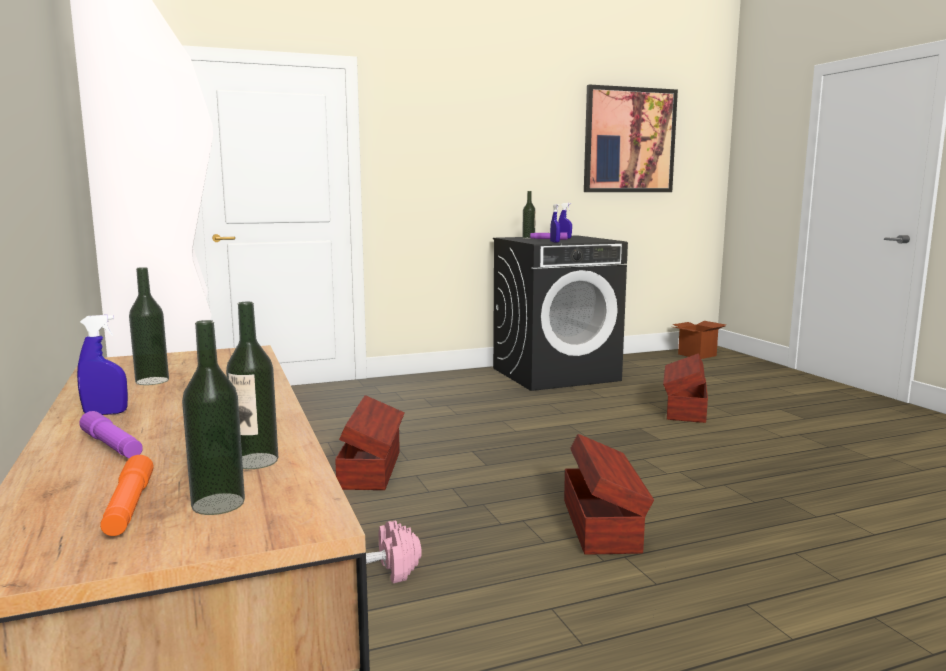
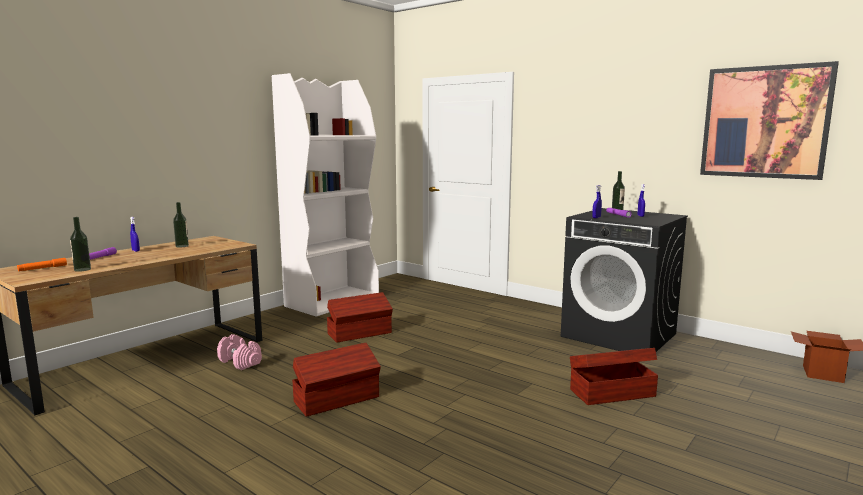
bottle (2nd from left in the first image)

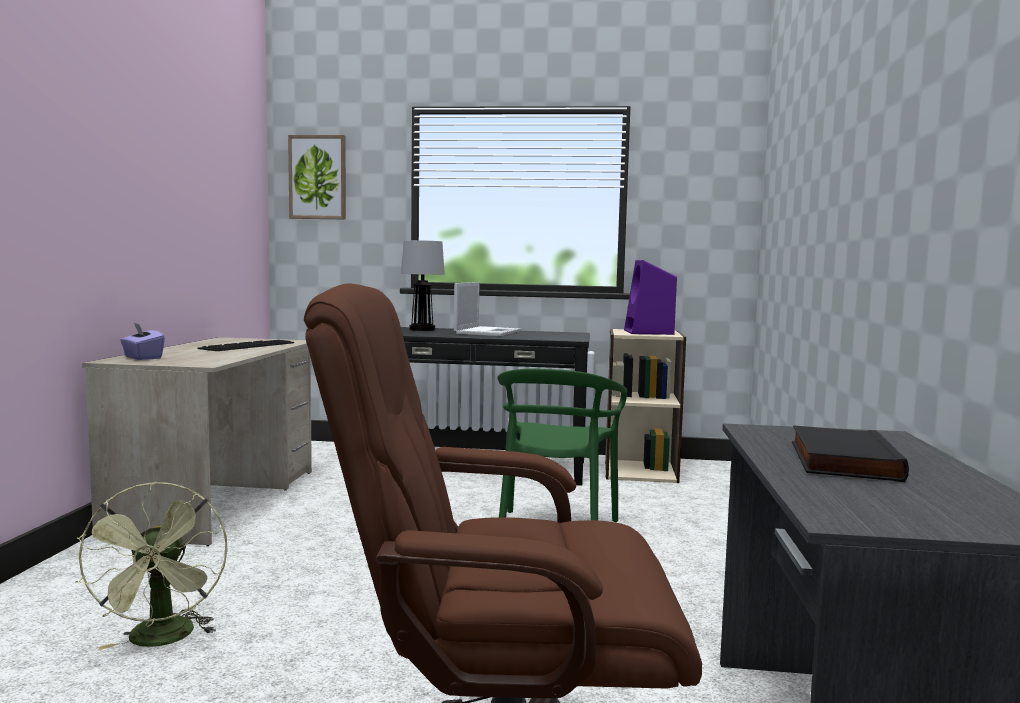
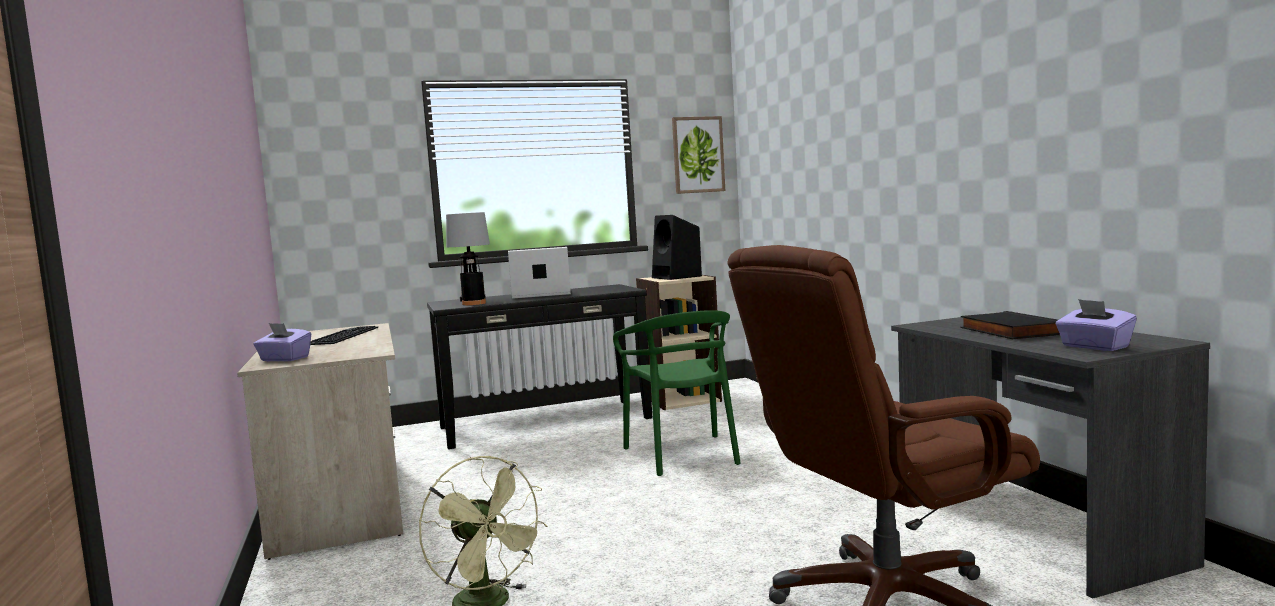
black bottle; purple tissue box (2nd from left); picture; black speaker; laptop

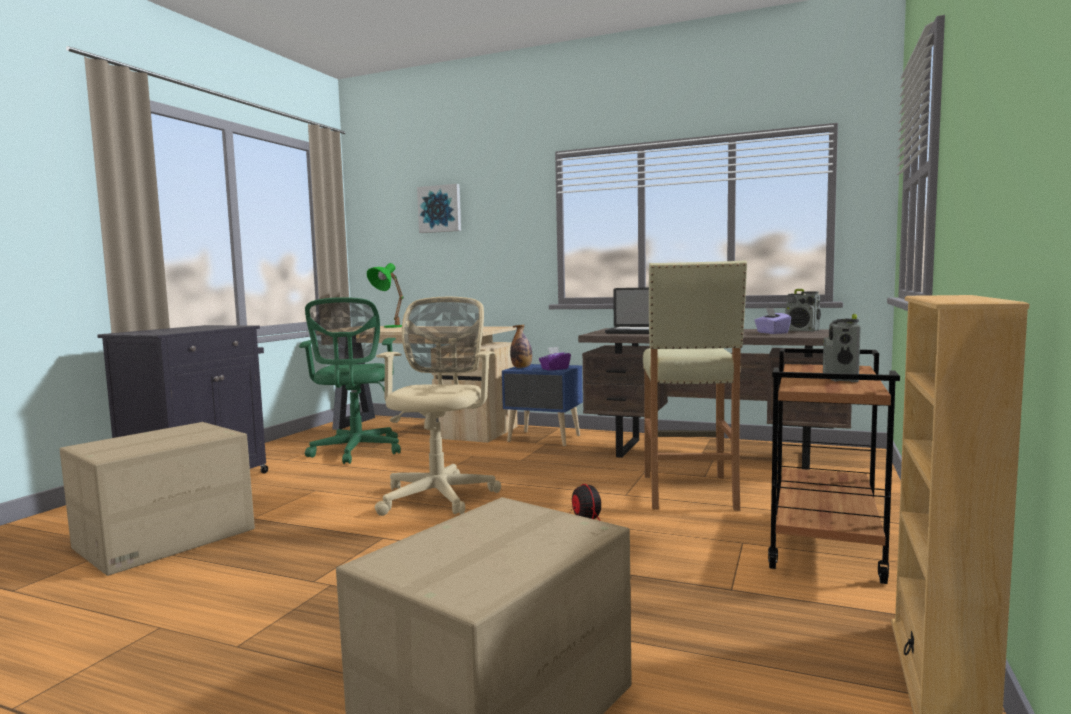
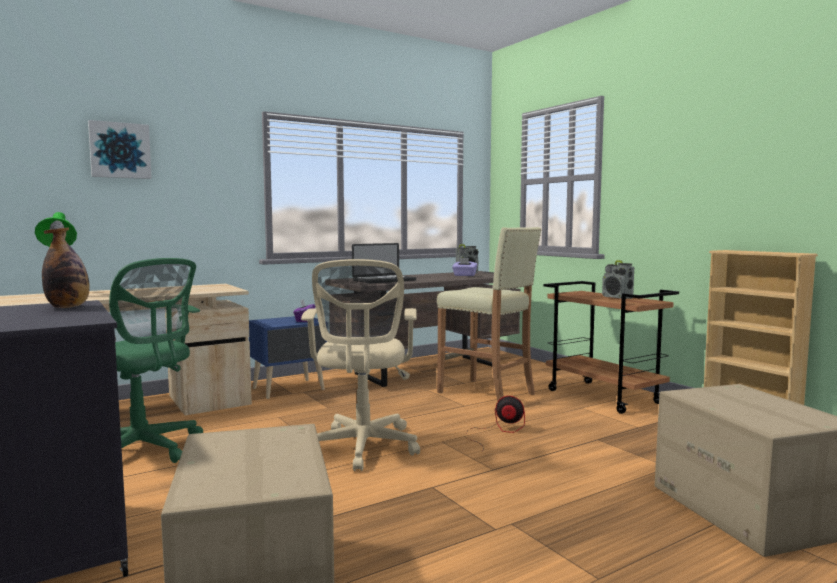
bottle; beige office chair

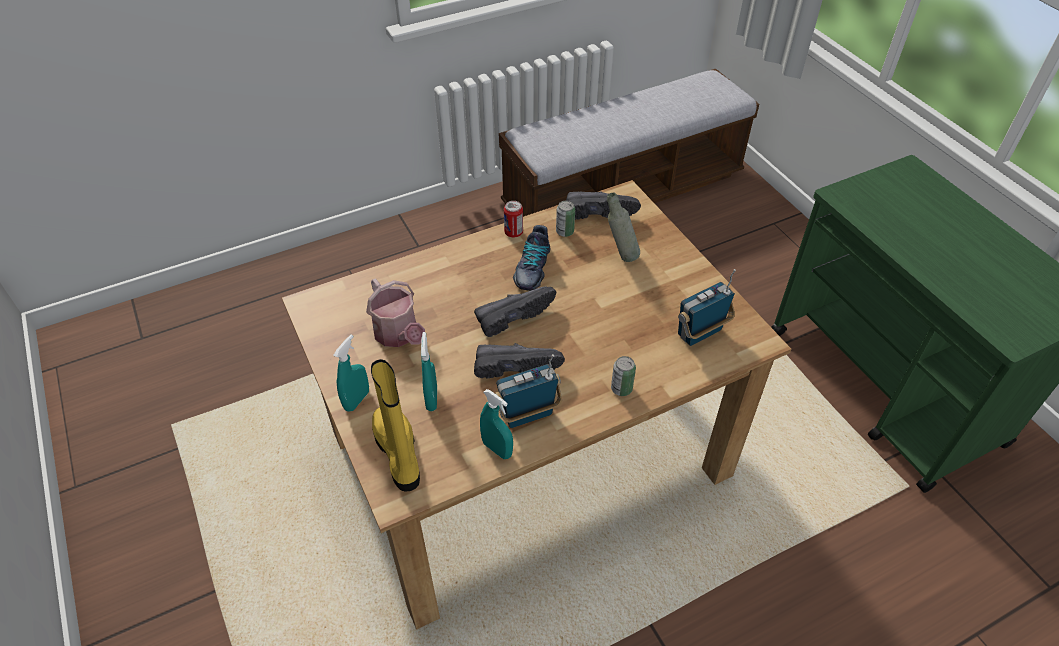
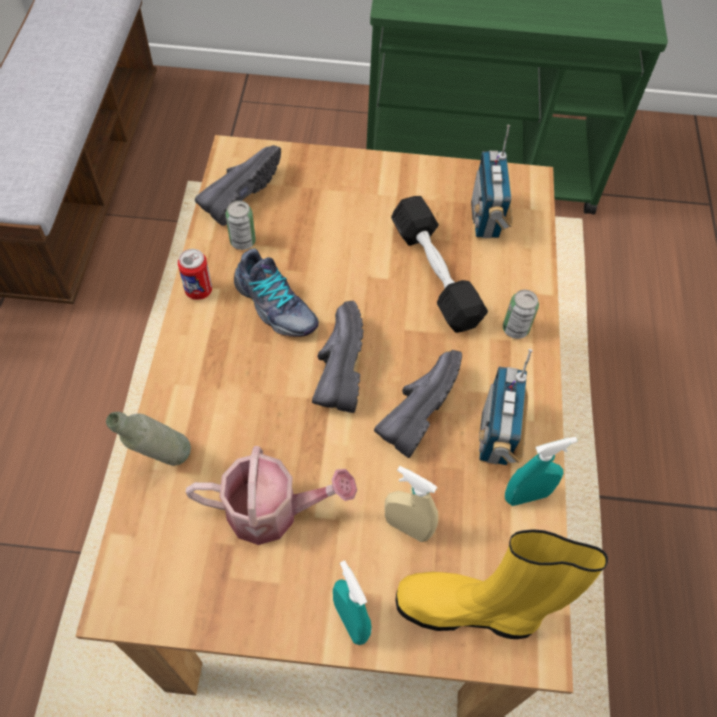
black dumbbell; grey bottle; beige spray bottle

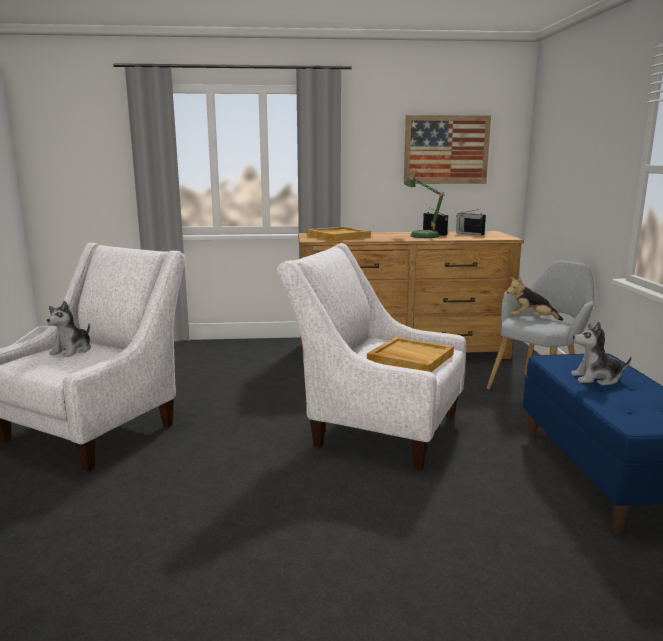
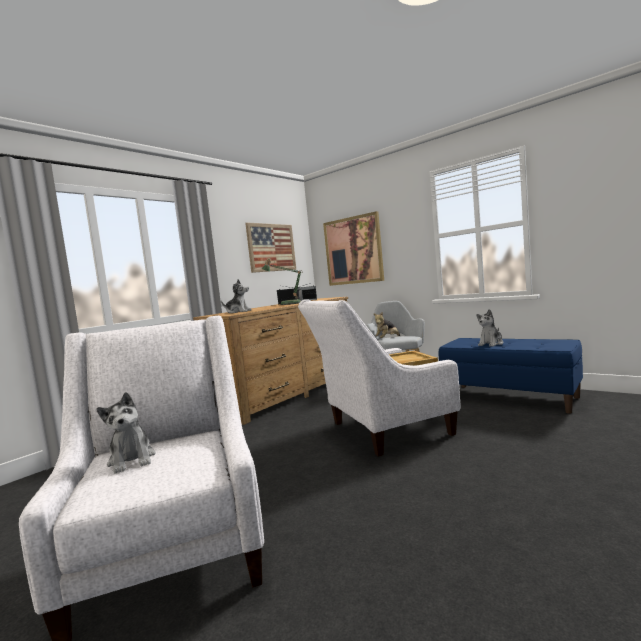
picture (2nd from left); plush toy (2nd from left)

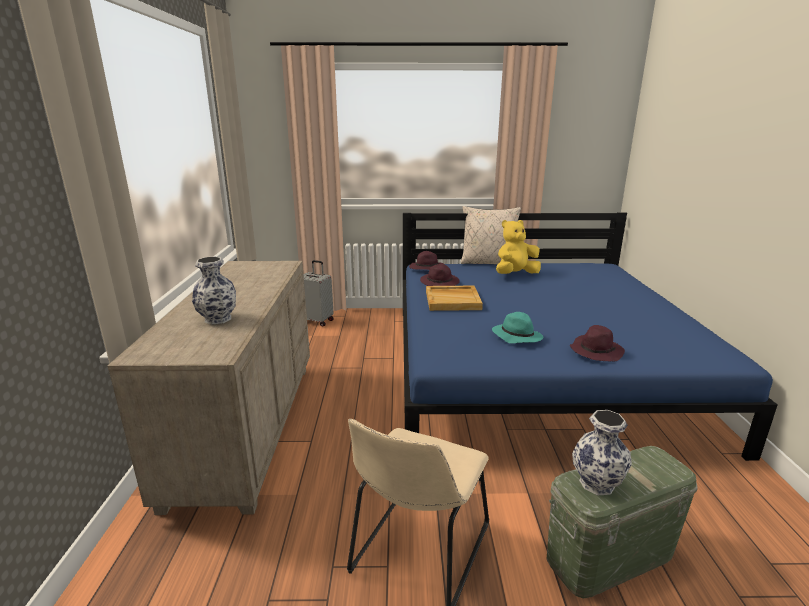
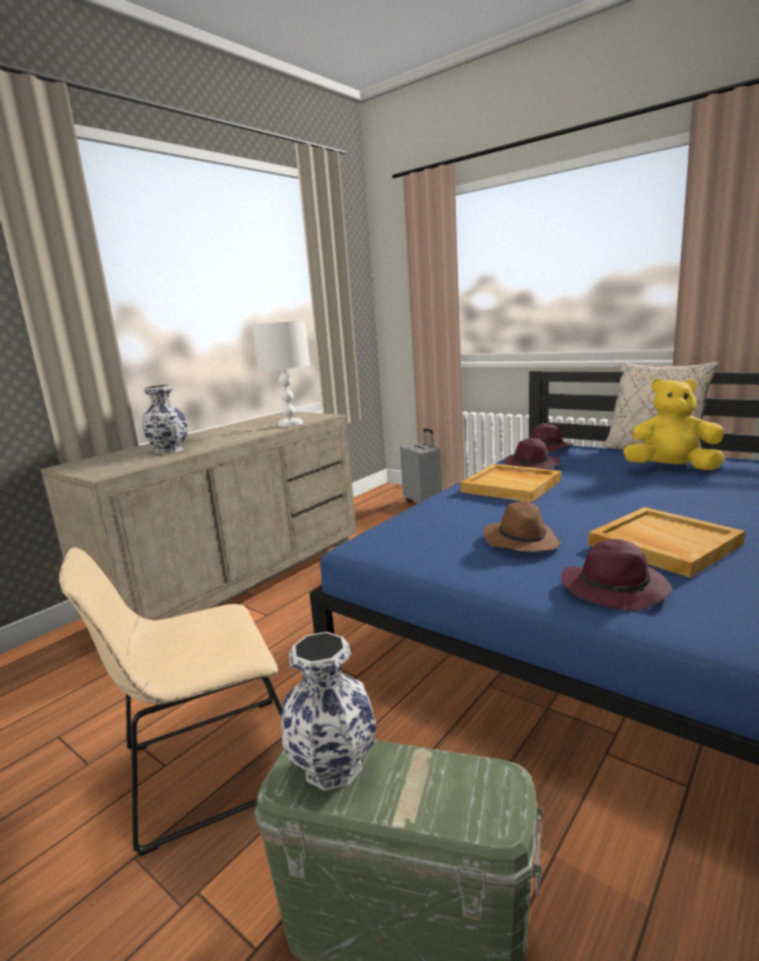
white table lamp; beige tray (2nd from left); brown hat

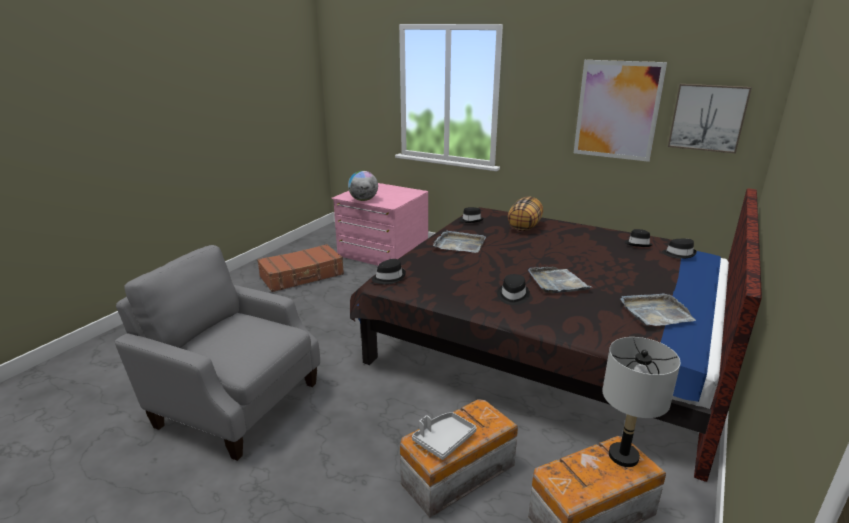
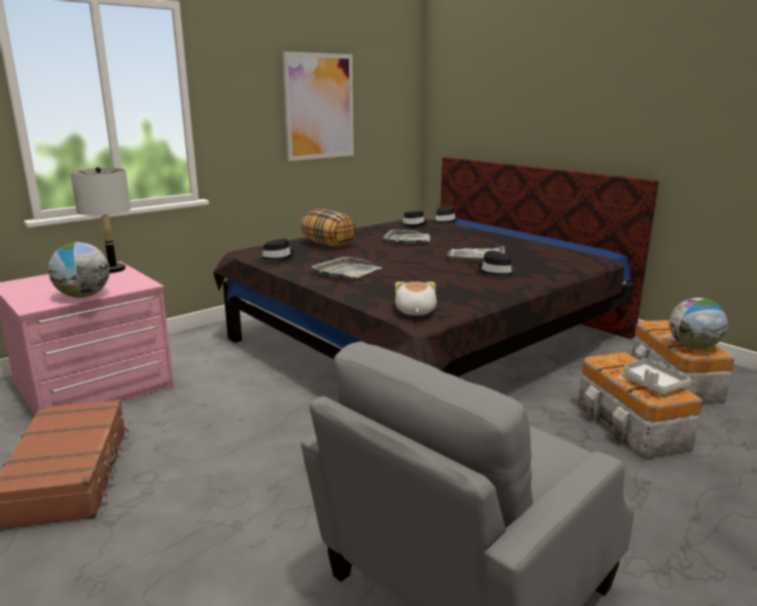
picture (2nd from left in the first image); globe (2nd from left); grey table lamp; grey tray (2nd from left); plush toy

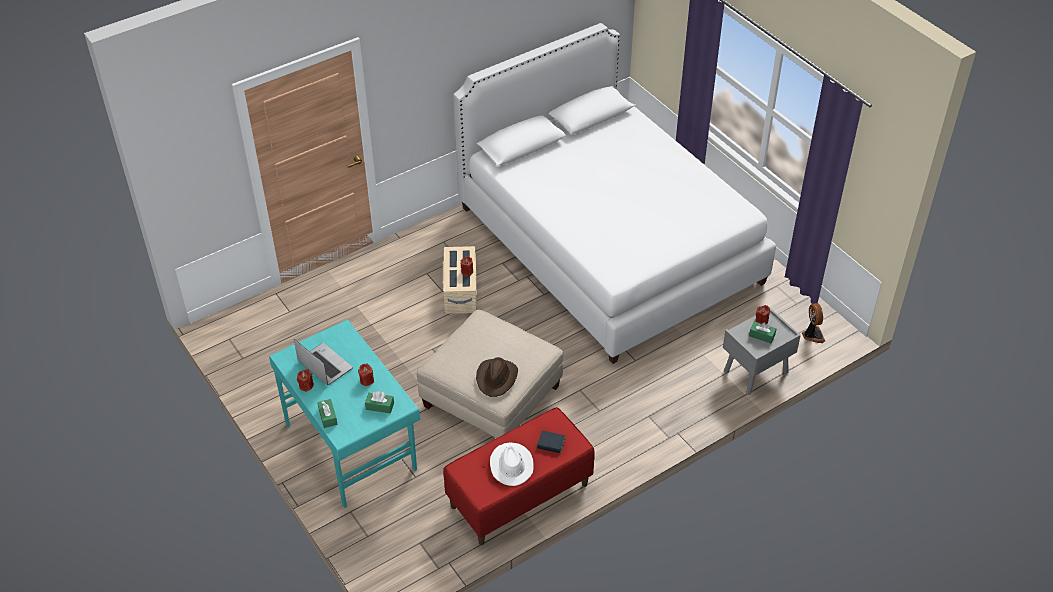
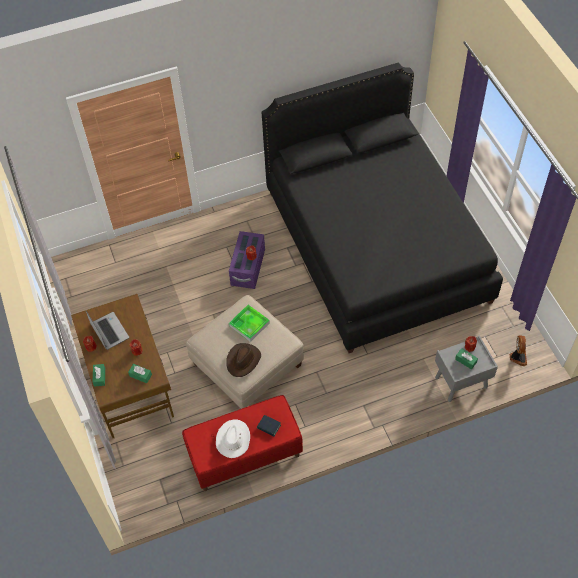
tray; brown desk; purple storage box; black bed

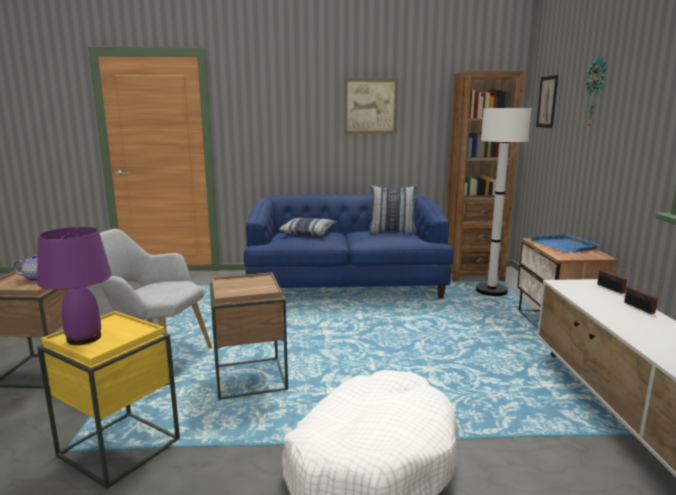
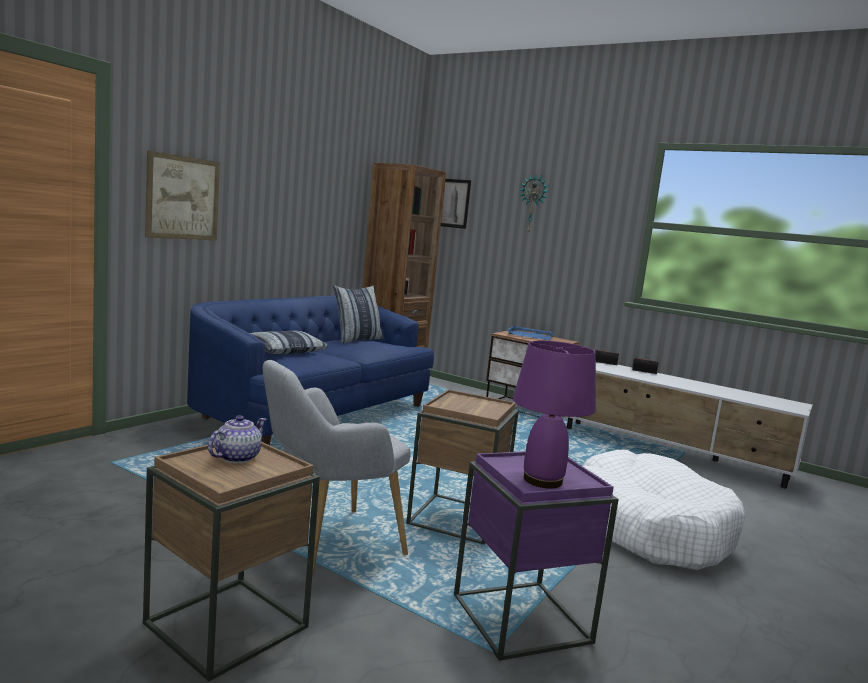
white floor lamp; picture (1st from left); purple side table

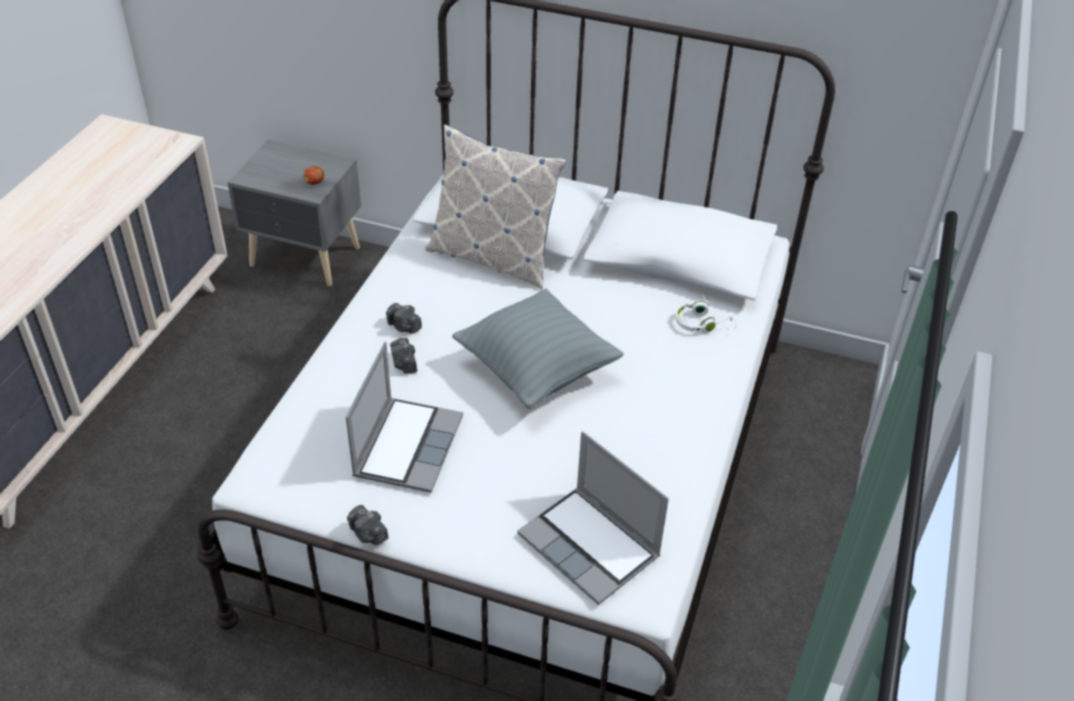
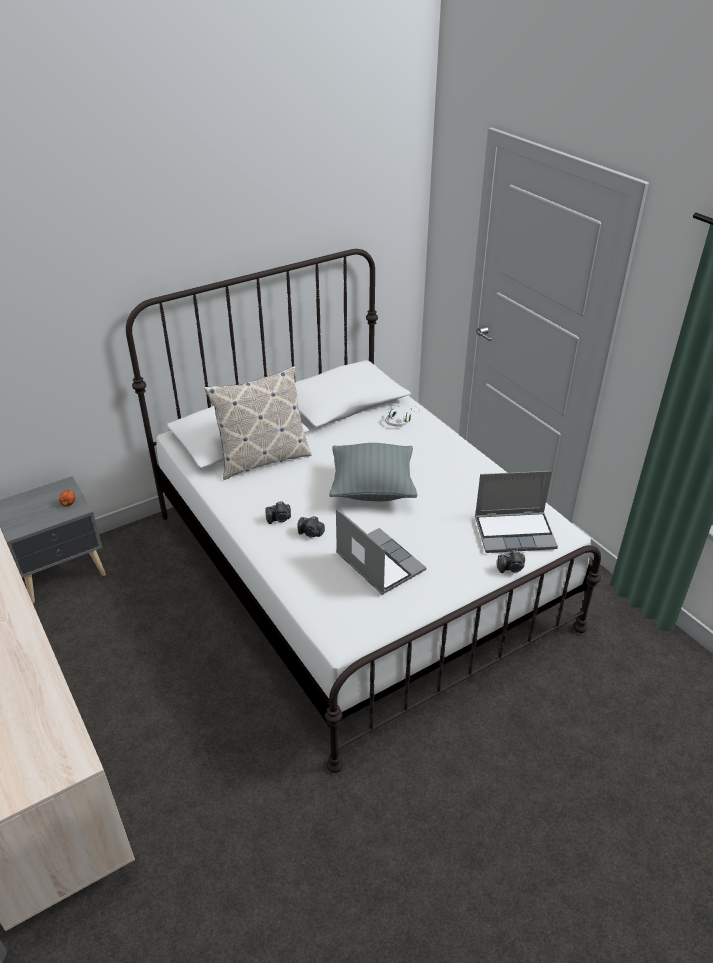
photo camera (3rd from left)

